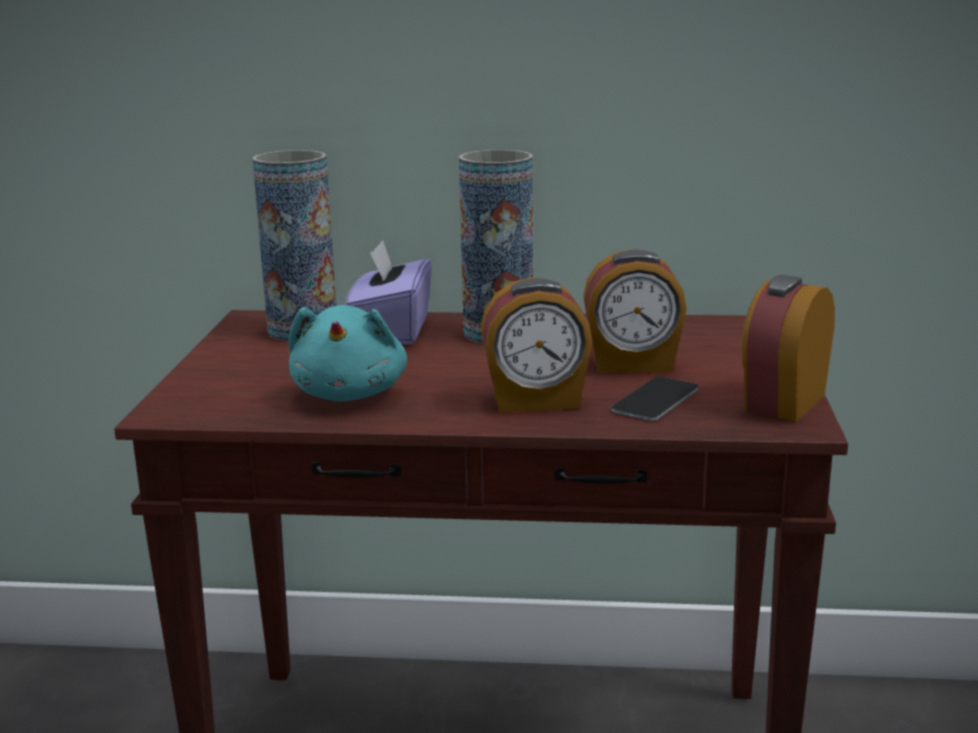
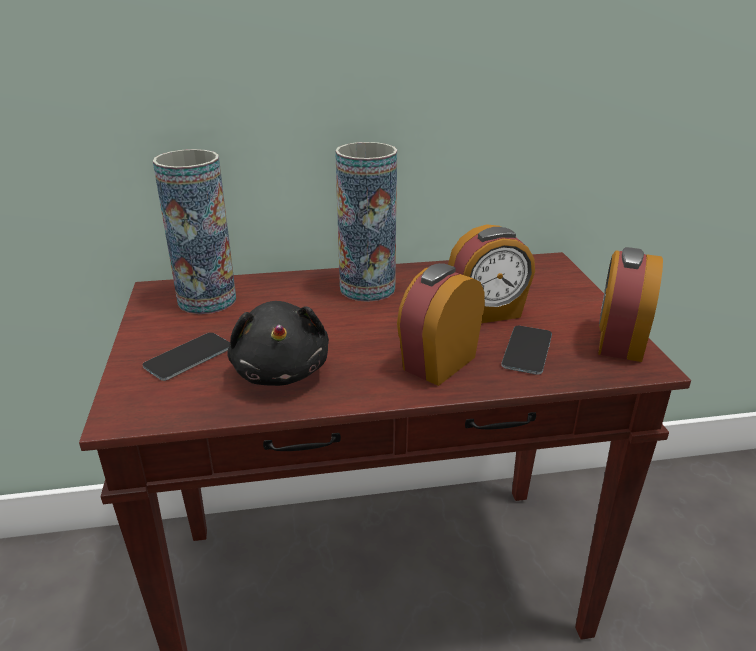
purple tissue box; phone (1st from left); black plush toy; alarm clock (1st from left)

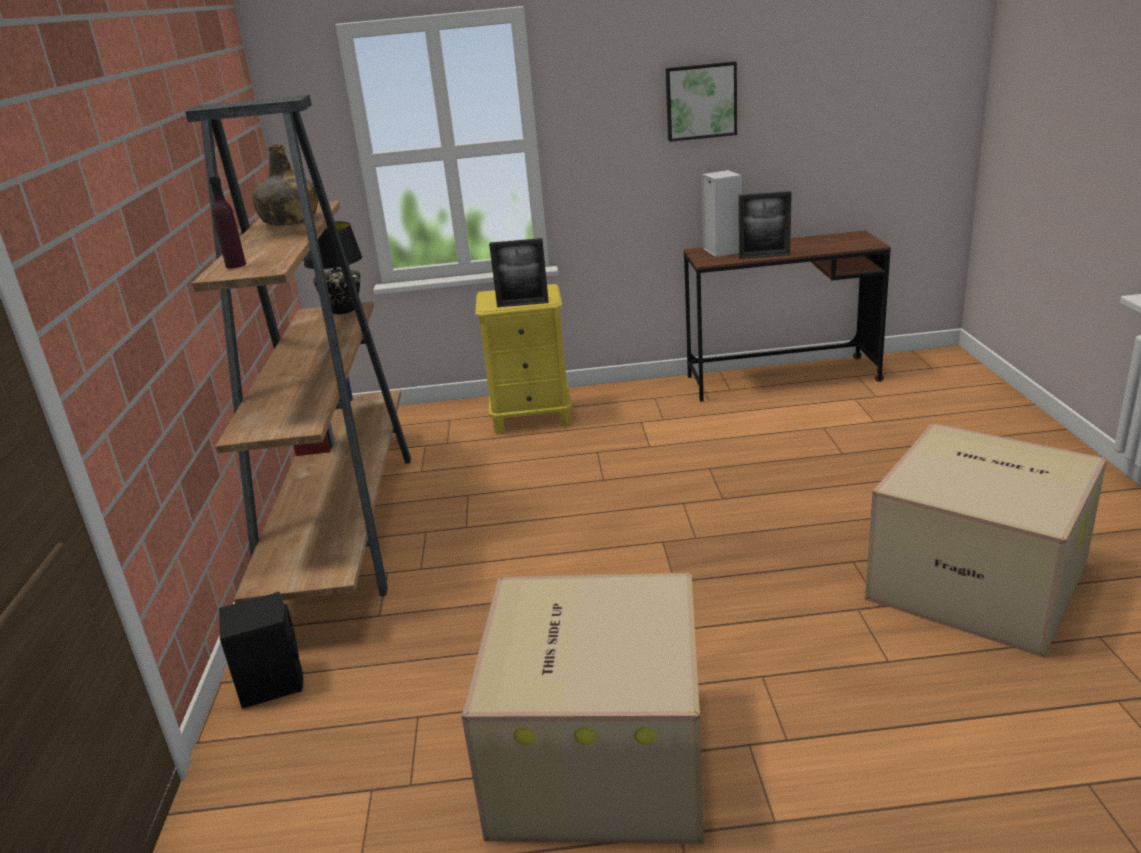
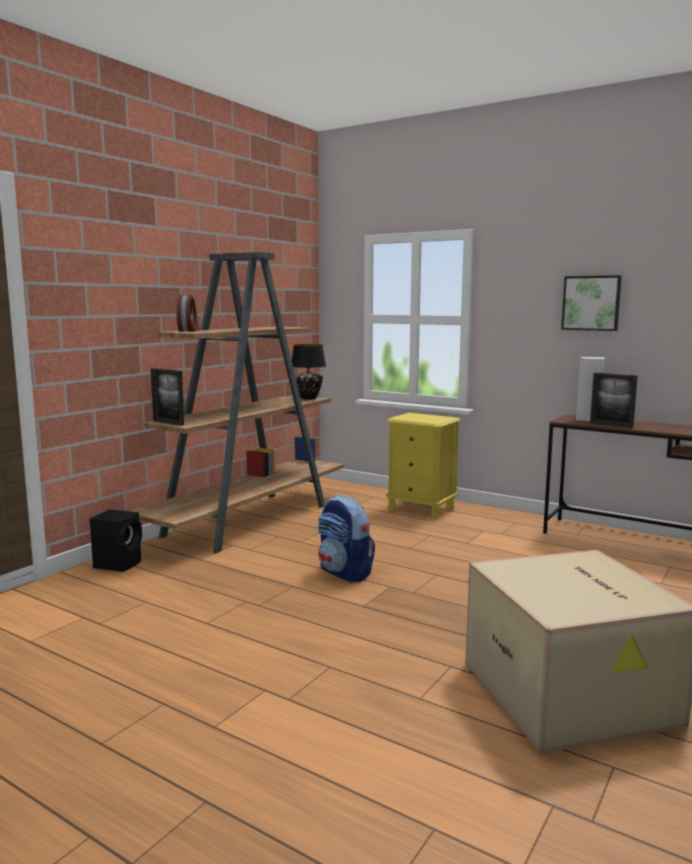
green bottle; cardboard box (1st from left in the first image); backpack; picture frame (1st from left); alarm clock

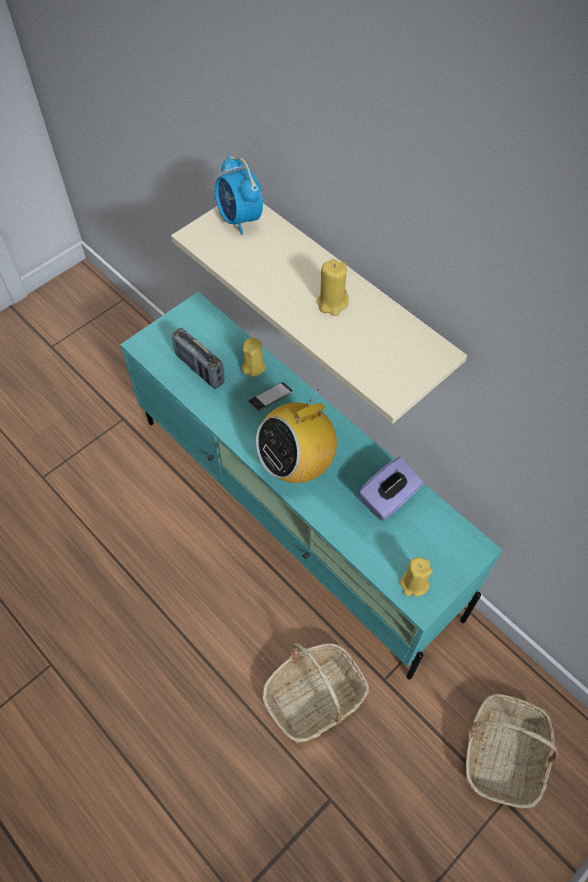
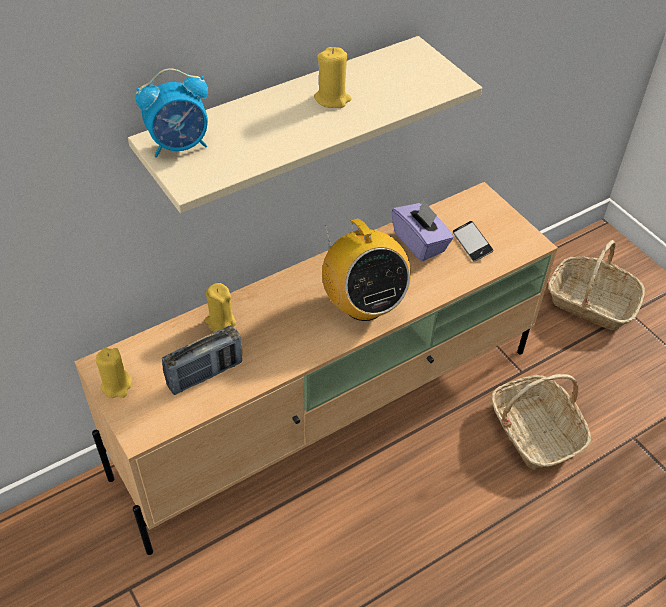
phone; yellow candle (1st from left); beige tv stand

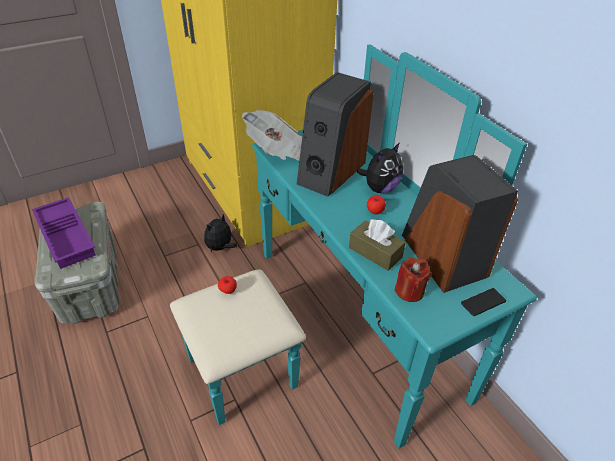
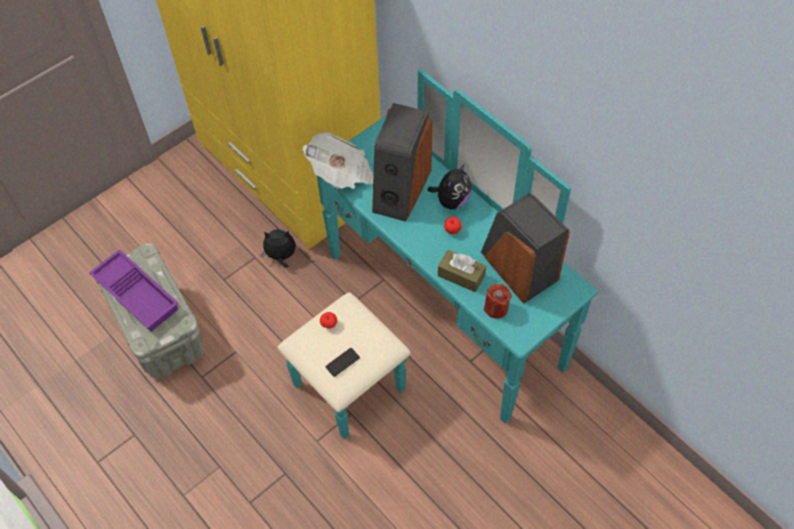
phone; plush toy (1st from left)

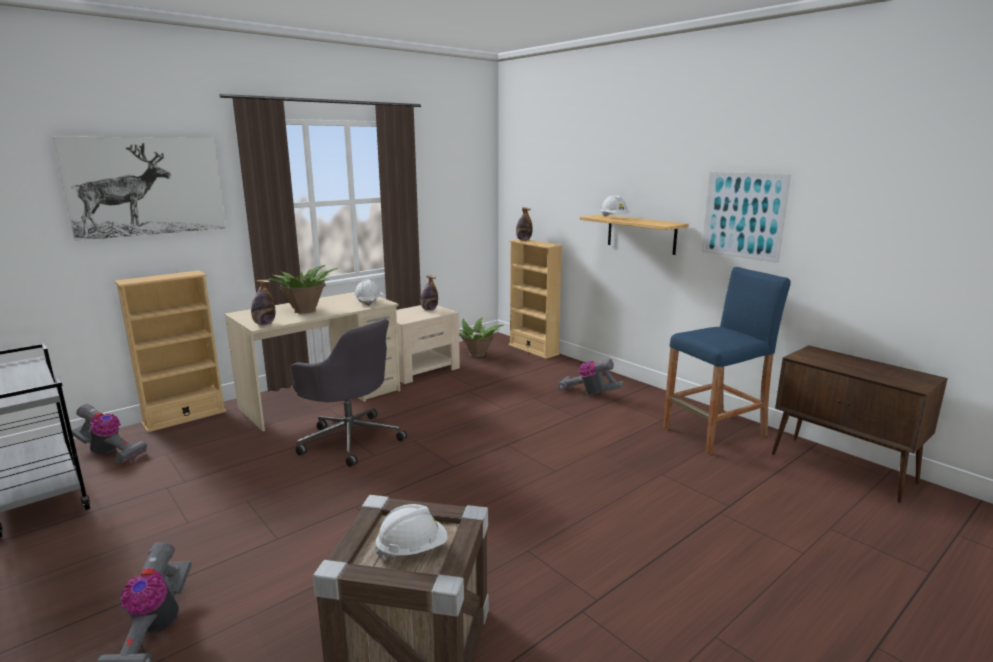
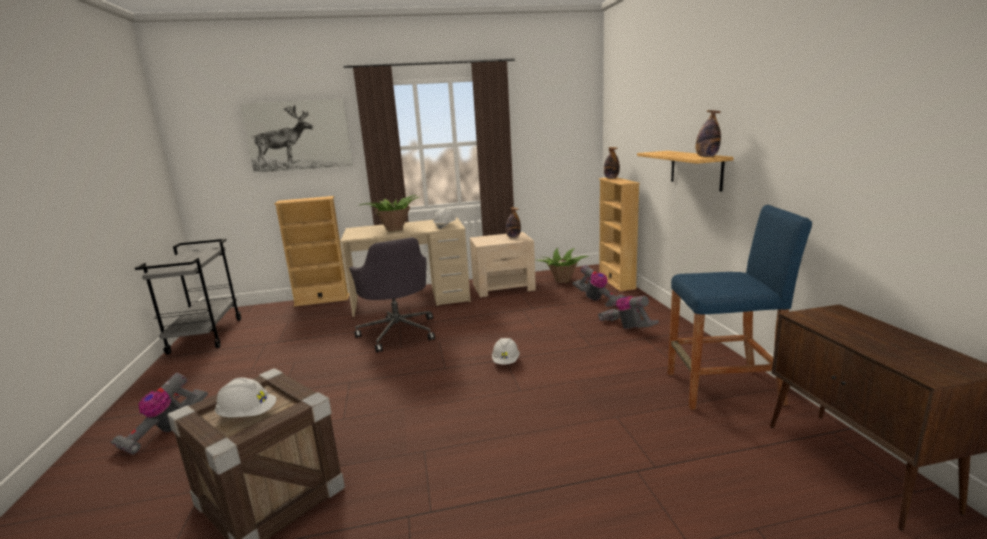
picture (2nd from left in the first image); vacuum cleaner (2nd from left); bottle (3rd from left); white hard hat (3rd from left)

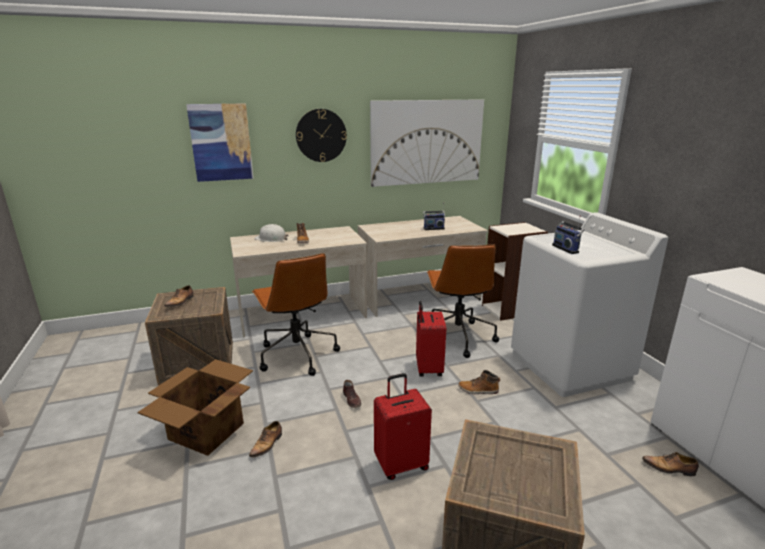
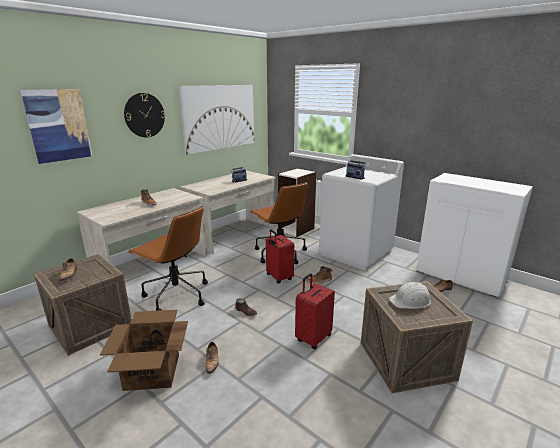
white hard hat

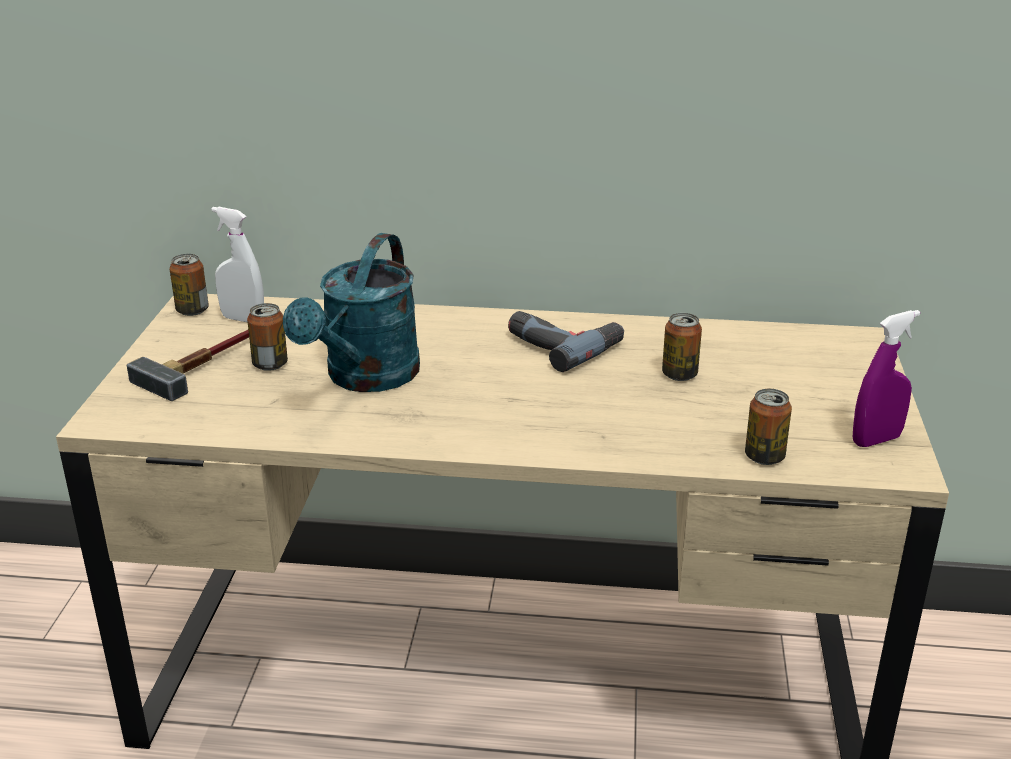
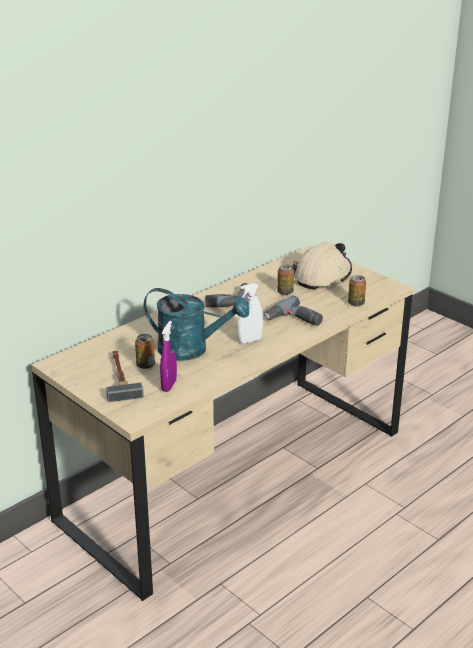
can (1st from left in the first image); power drill (2nd from left); beige hard hat; white spray bottle; purple spray bottle; turquoise watering can

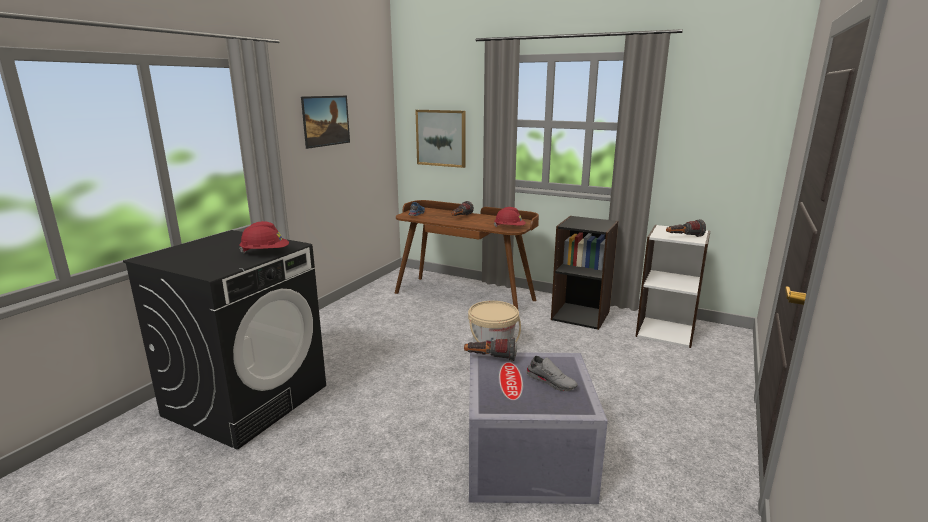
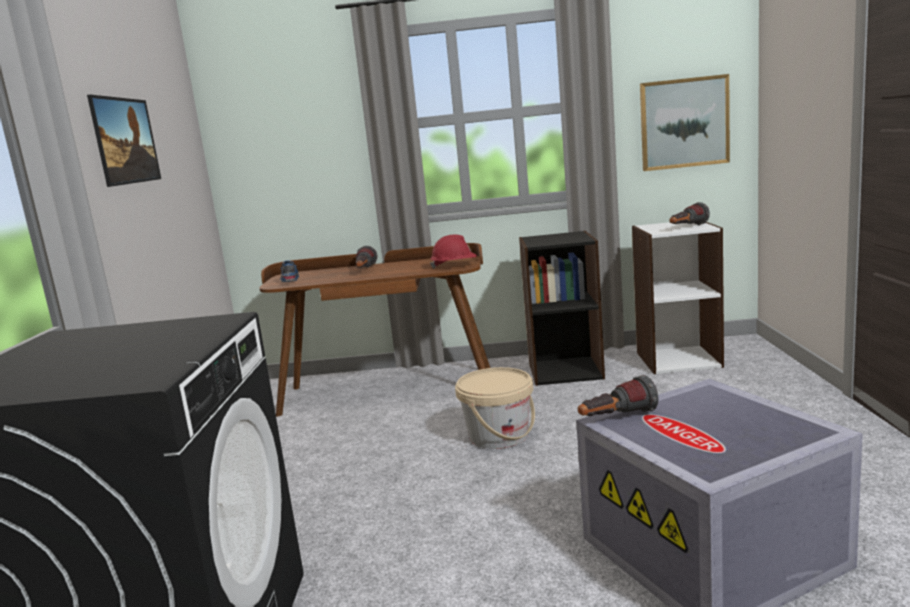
red hard hat (1st from left in the first image); grey shoe; picture (2nd from left)

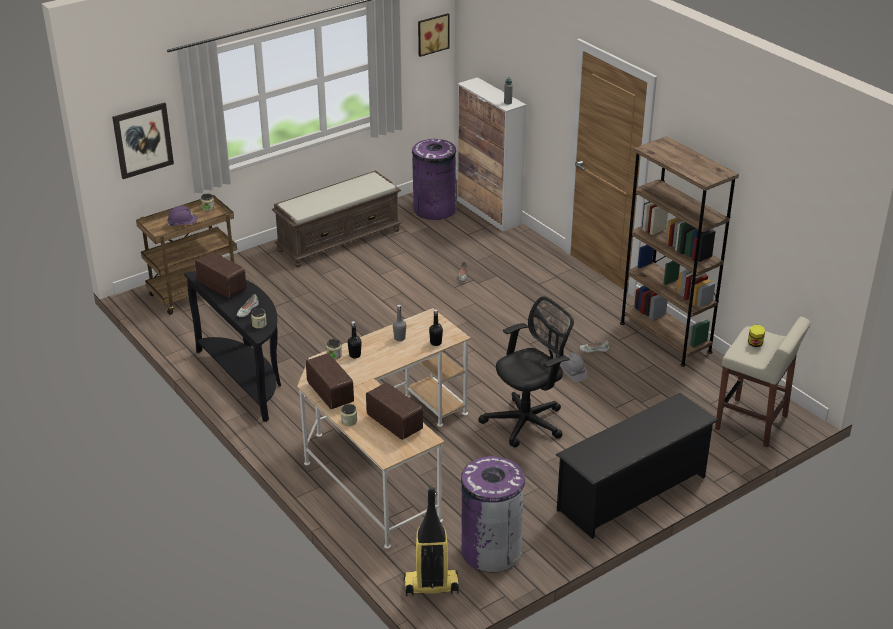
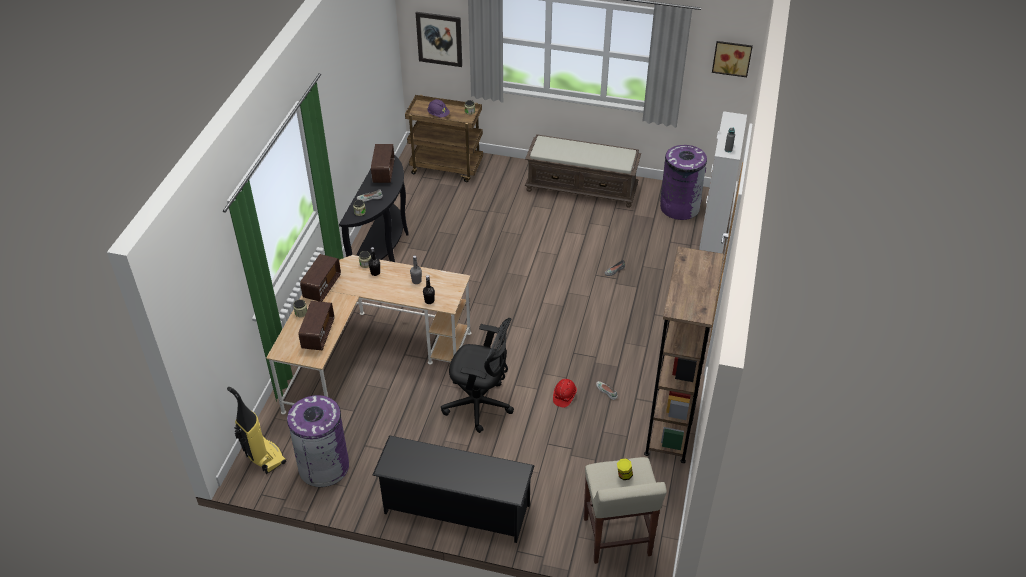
red hard hat

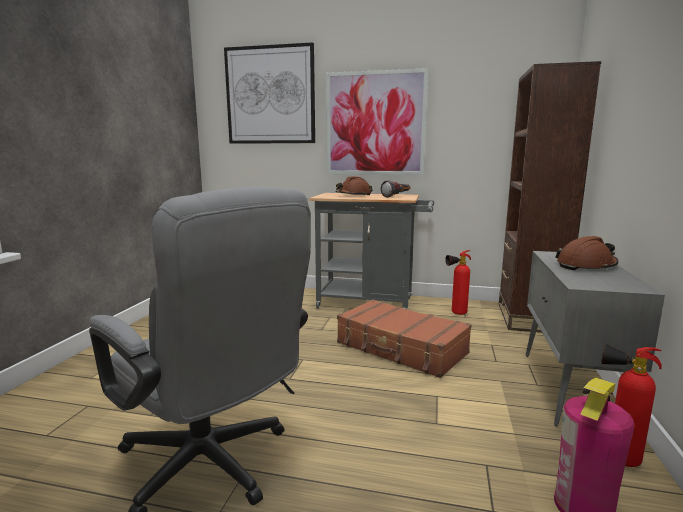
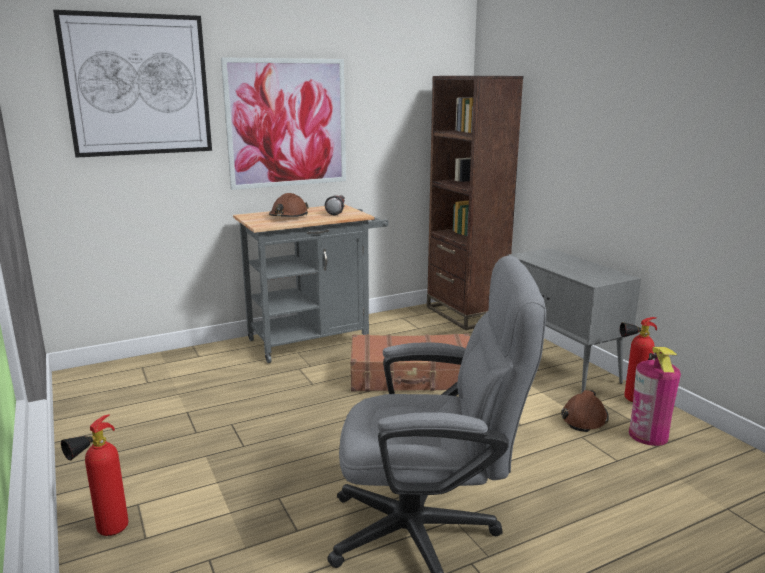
fire extinguisher (1st from left); brown hard hat (2nd from left)

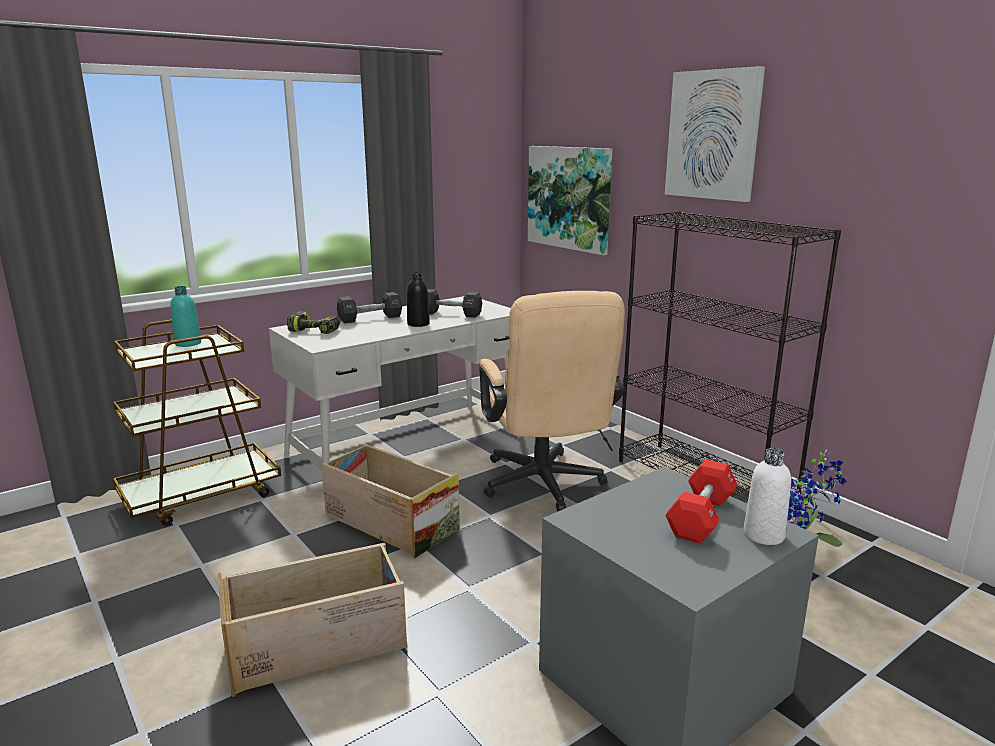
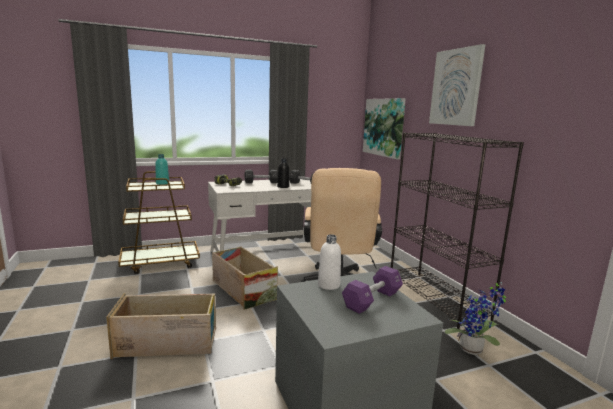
white bottle; purple dumbbell

